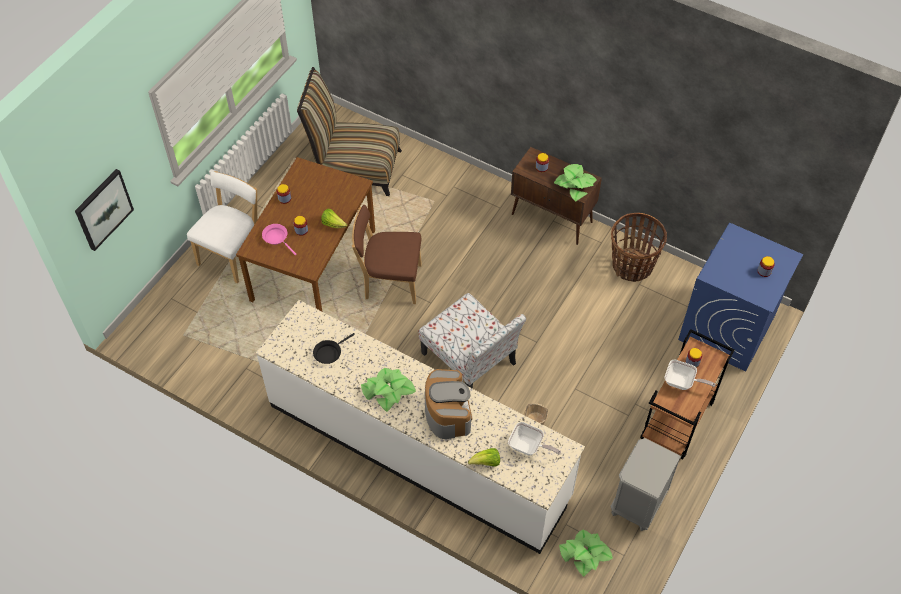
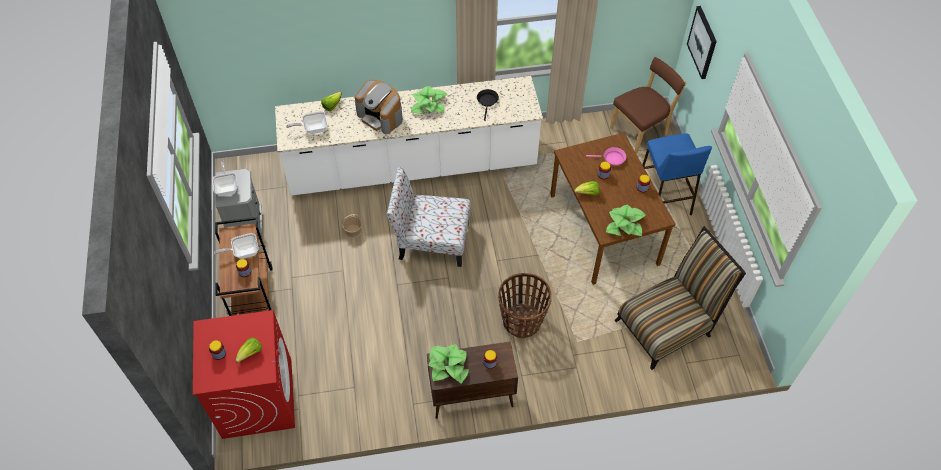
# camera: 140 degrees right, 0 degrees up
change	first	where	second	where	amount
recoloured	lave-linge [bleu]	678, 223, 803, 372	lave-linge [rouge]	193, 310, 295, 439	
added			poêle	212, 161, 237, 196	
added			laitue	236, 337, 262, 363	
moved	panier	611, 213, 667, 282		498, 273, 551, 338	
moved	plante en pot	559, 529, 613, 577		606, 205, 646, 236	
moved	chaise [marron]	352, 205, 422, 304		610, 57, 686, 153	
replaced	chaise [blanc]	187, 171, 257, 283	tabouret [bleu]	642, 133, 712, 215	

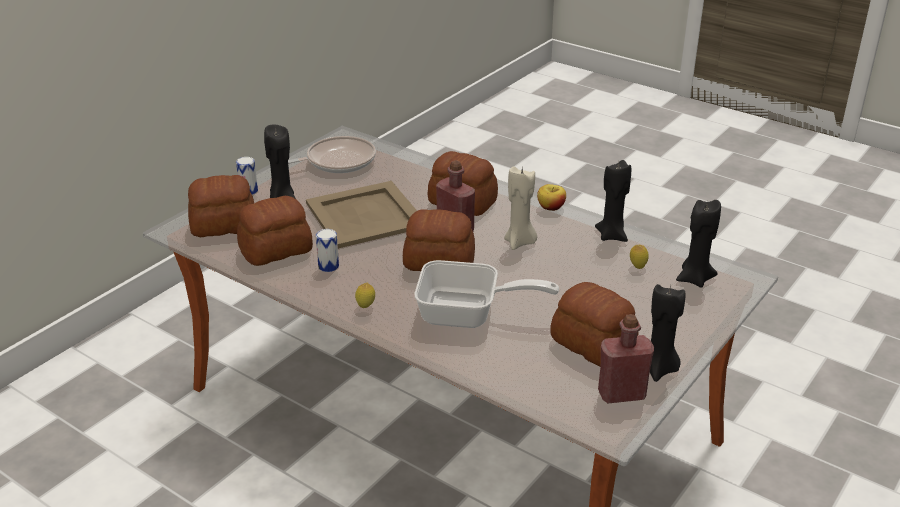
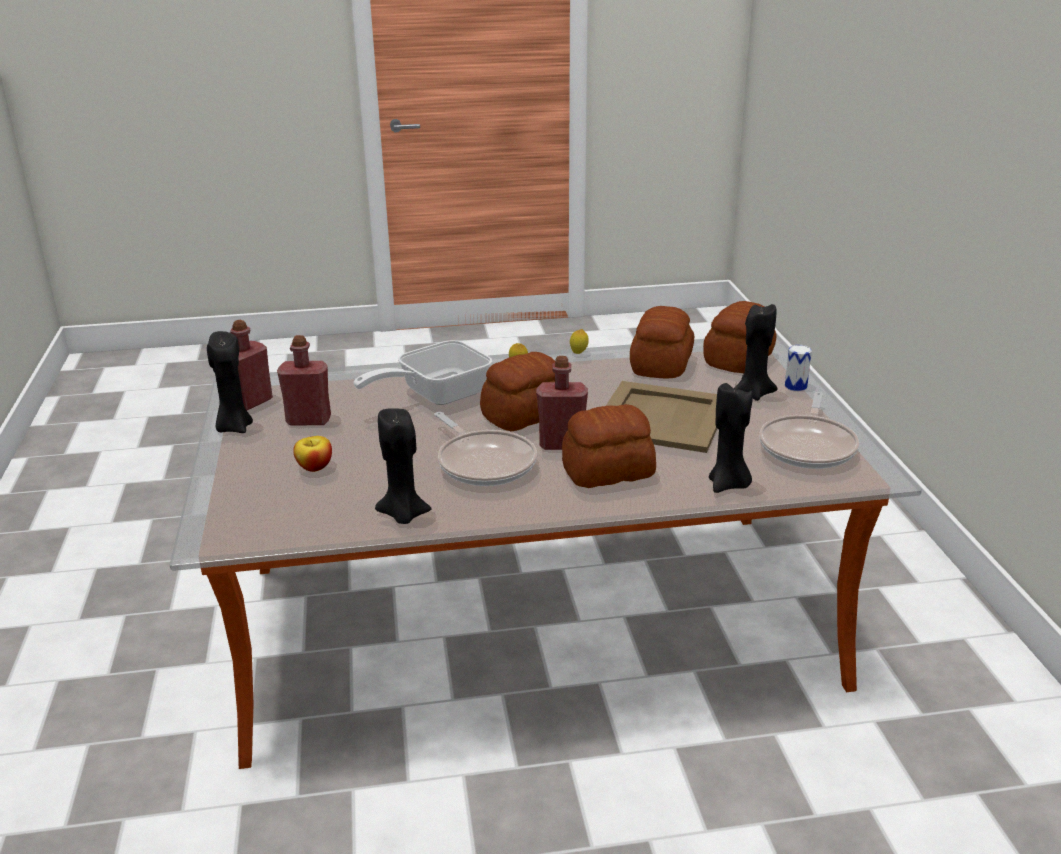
# camera: 135 degrees right, 5 degrees down
change	first	where	second	where	amount
replaced	pain	550, 282, 639, 366	bouteille [rouge]	277, 335, 331, 426	
moved	pomme	537, 184, 566, 211		293, 436, 332, 472	
replaced	bougie [beige]	504, 166, 537, 250	poêle	434, 412, 537, 486	
moved	citron	630, 245, 649, 269		570, 329, 589, 354	
moved	bougie [noir]	676, 200, 721, 288		709, 383, 753, 493	
removed	boîte métallique	316, 229, 339, 272			

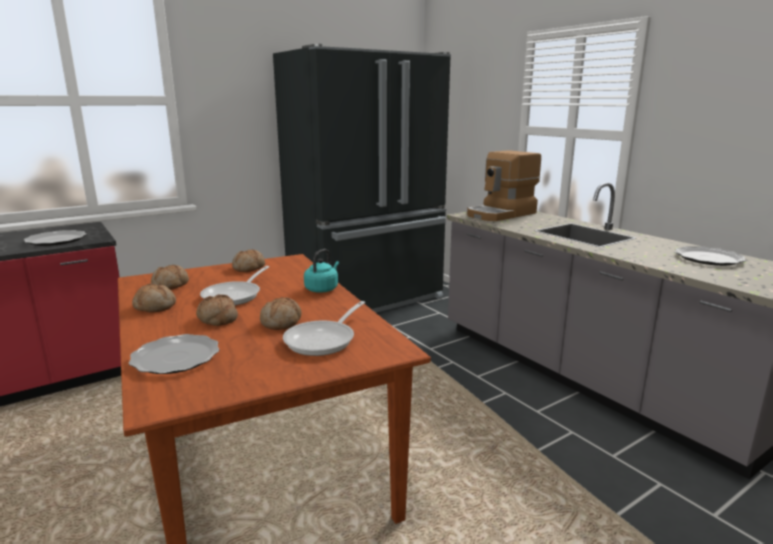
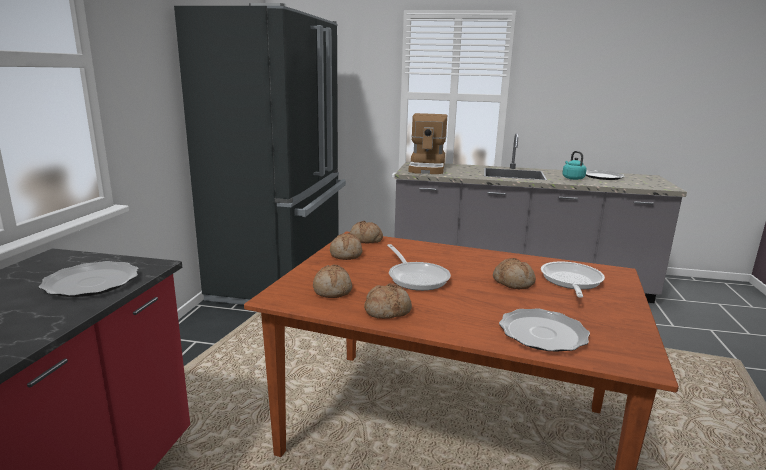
# camera: 45 degrees left, 0 degrees up
change	first	where	second	where	amount
moved	pain	196, 295, 238, 326		350, 221, 383, 243	
turned	poêle	283, 301, 365, 356		541, 261, 605, 298	150 degrees counterclockwise
moved	bouilloire [turquoise]	304, 249, 339, 293		562, 151, 587, 180	

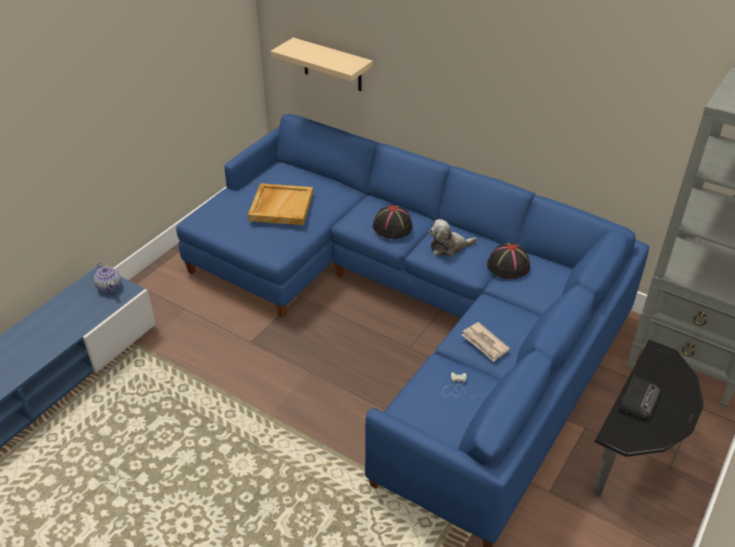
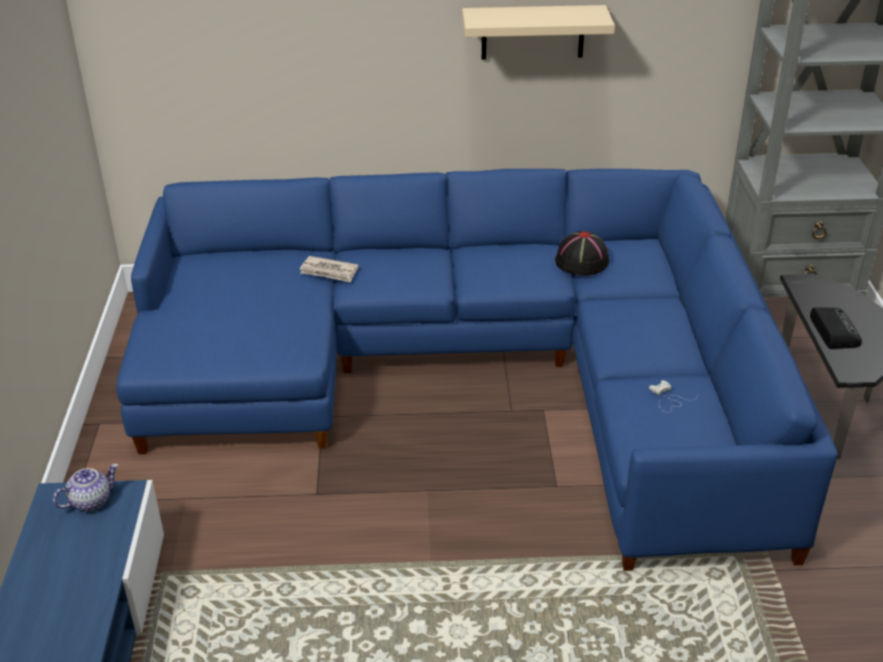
# camera: 35 degrees left, 5 degrees down
change	first	where	second	where	amount
turned	théière	94, 263, 121, 293		53, 464, 119, 512	60 degrees counterclockwise
moved	journal	462, 322, 510, 362		300, 256, 358, 283	
moved	étagère [beige]	270, 38, 373, 91		462, 5, 615, 60	
removed	plateau [beige]	248, 183, 313, 225			
removed	chapeau [noir]	372, 205, 412, 239			
removed	peluche	429, 219, 477, 257			

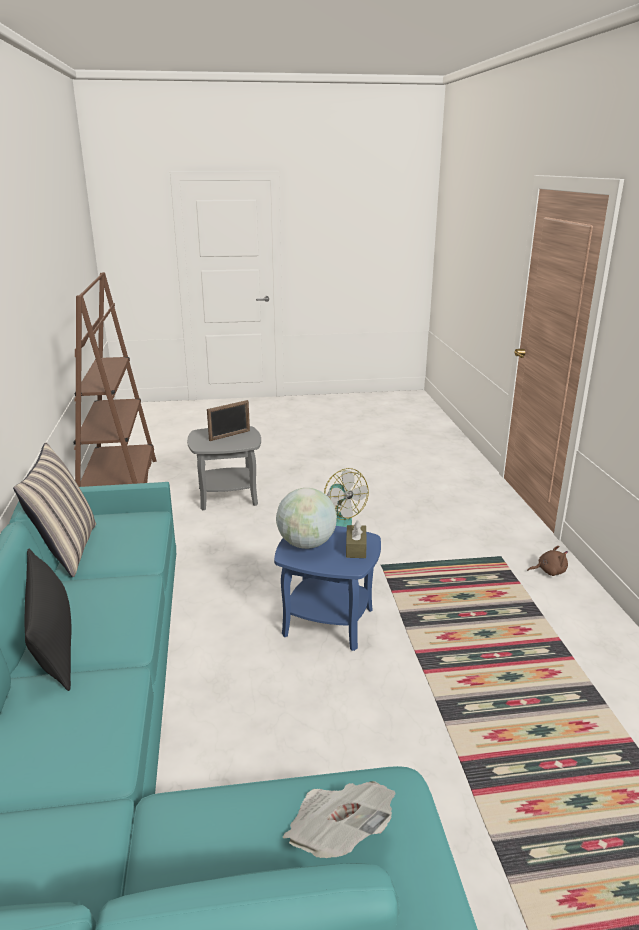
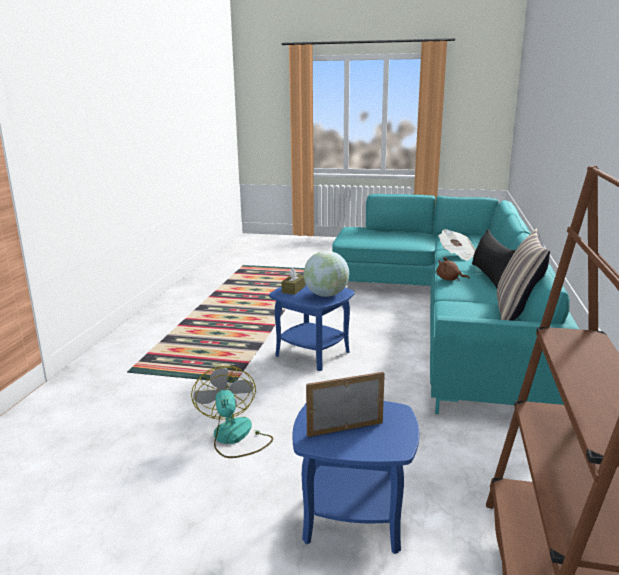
# camera: 160 degrees left, 5 degrees down
change	first	where	second	where	amount
recoloured	table d'appoint [gris]	187, 426, 261, 510	table d'appoint [bleu]	293, 401, 419, 554	
moved	peluche [marron]	527, 546, 568, 576		436, 257, 470, 281	
moved	journal	282, 781, 396, 858		438, 229, 476, 260	

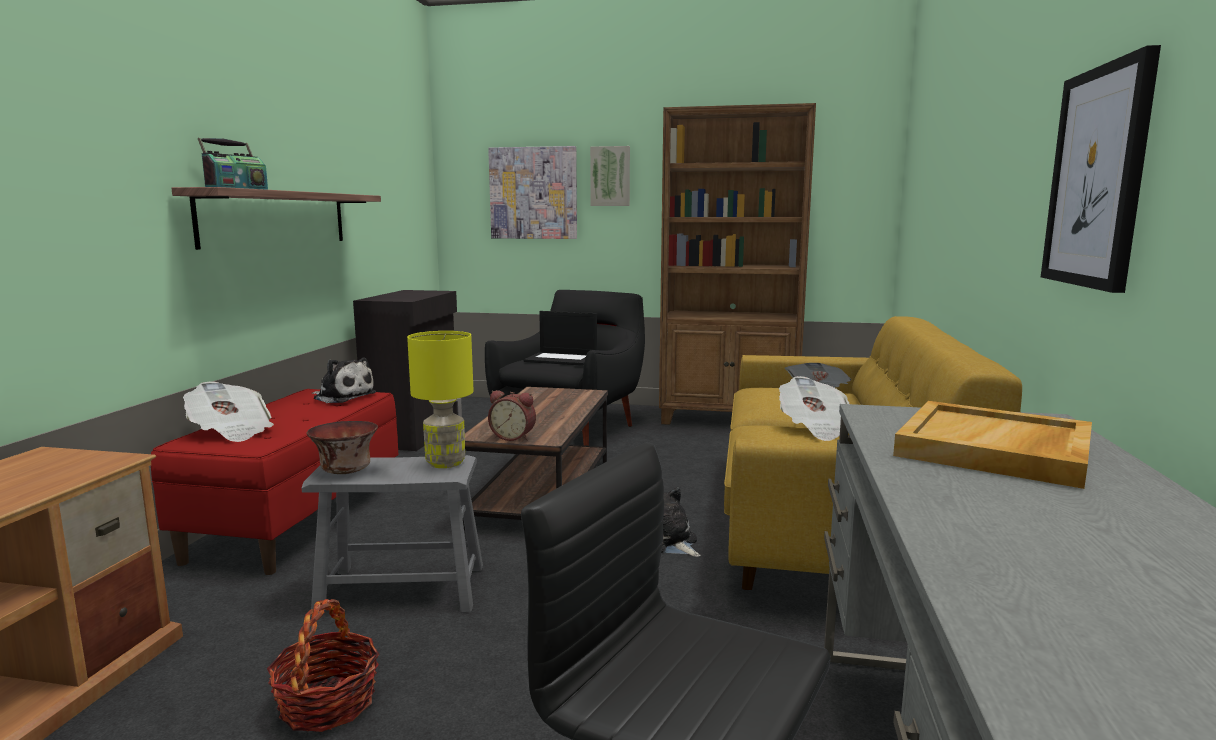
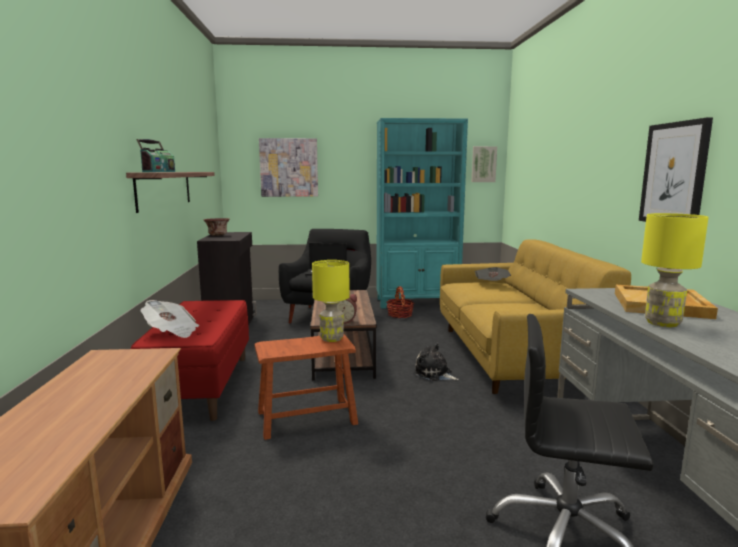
# camera: 15 degrees left, 0 degrees up
change	first	where	second	where	amount
moved	bol	306, 421, 378, 474		204, 218, 230, 236	
recoloured	tabouret [gris]	301, 455, 483, 616	tabouret [marron]	254, 334, 358, 440	
recoloured	bibliothèque [marron]	659, 103, 816, 425	bibliothèque [turquoise]	376, 118, 468, 309	
moved	panier	267, 599, 379, 732		386, 286, 414, 318	
moved	tableau	590, 146, 630, 206		472, 146, 497, 182	
added			lampe de table [jaune]	641, 213, 709, 327	
removed	peluche	312, 358, 376, 403			
removed	journal	779, 376, 849, 441			

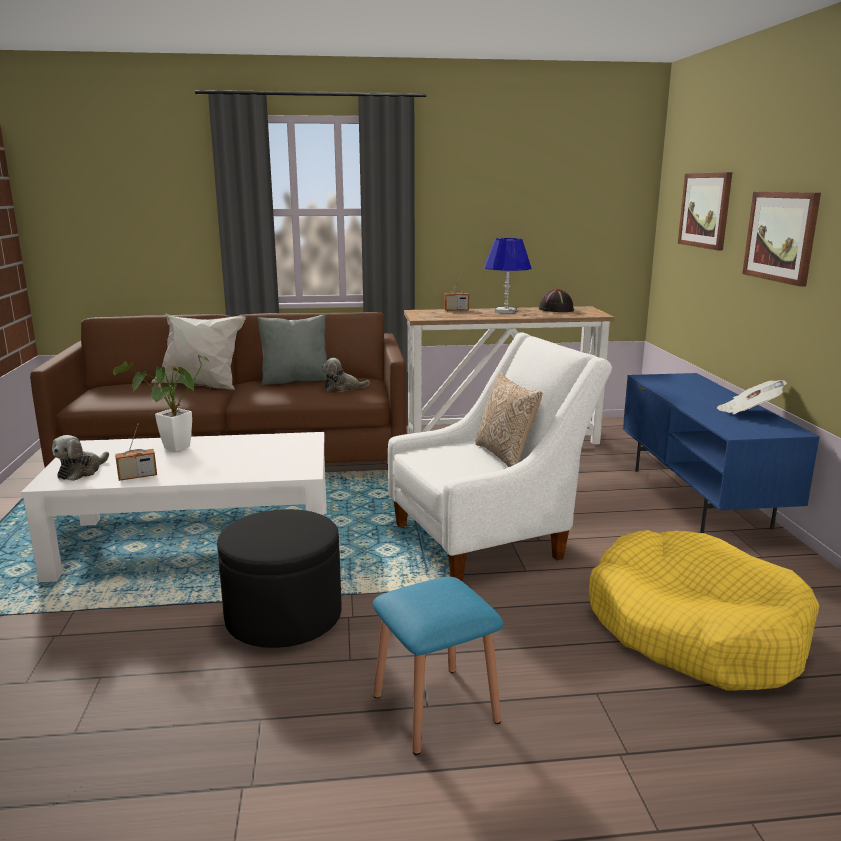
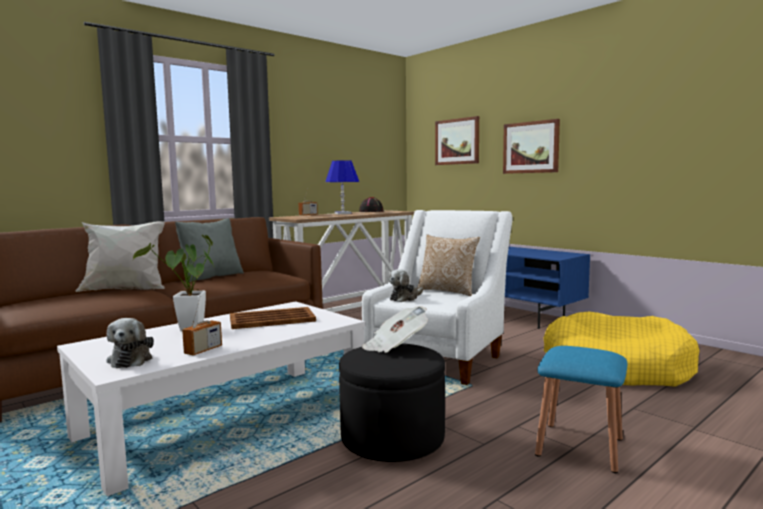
# camera: 35 degrees left, 10 degrees down
change	first	where	second	where	amount
added			plateau [marron]	230, 307, 316, 329	
moved	journal	717, 380, 787, 414		362, 306, 428, 353	
moved	peluche	321, 358, 370, 392		388, 269, 423, 302	

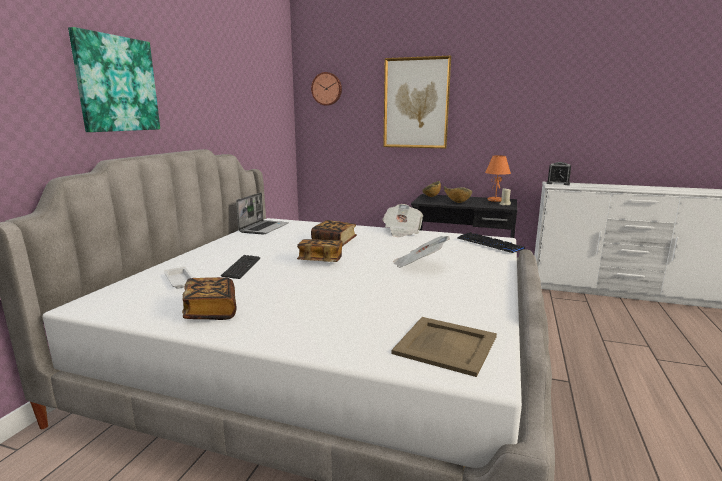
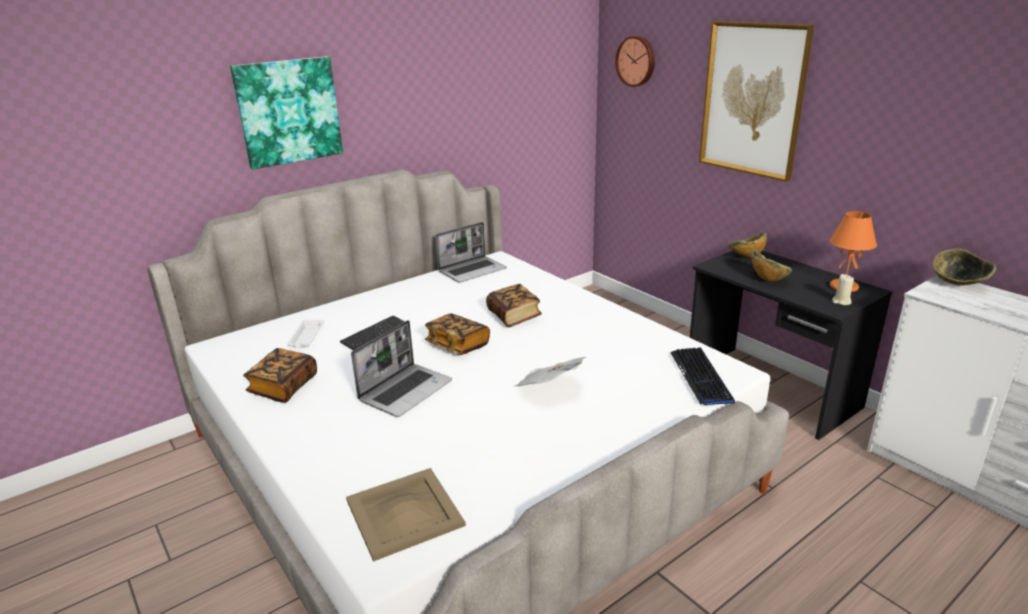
# camera: 35 degrees right, 10 degrees up
change	first	where	second	where	amount
added			ordinateur portable	351, 320, 452, 417	
replaced	réveil	546, 162, 571, 185	bol	932, 248, 996, 286	
removed	journal	382, 204, 423, 237			

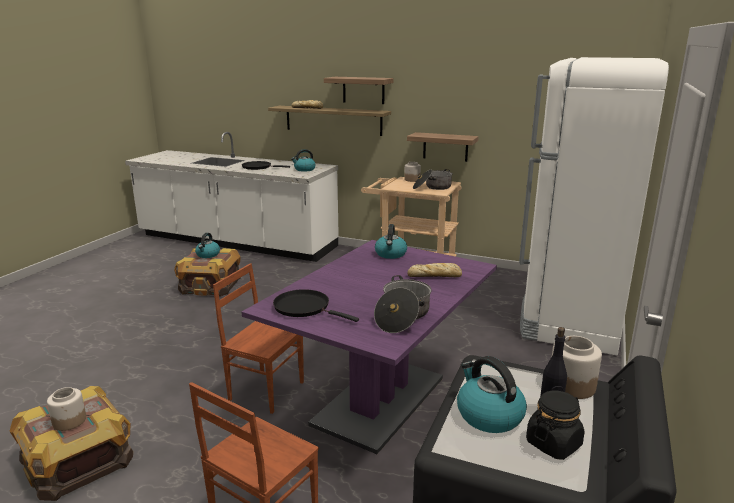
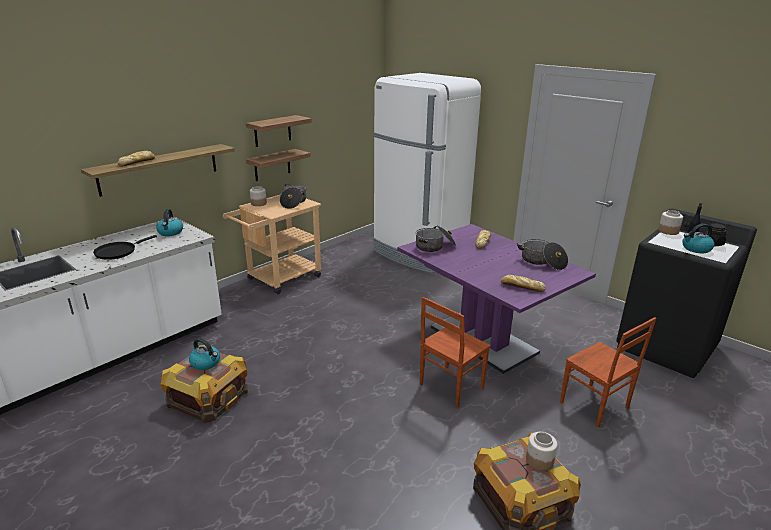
# camera: 70 degrees left, 5 degrees up
change	first	where	second	where	amount
moved	étagère	324, 77, 394, 104		246, 115, 312, 147	
replaced	bouilloire	375, 224, 407, 259	marmite	415, 225, 456, 252	
replaced	poêle [noir]	273, 289, 359, 322	pain	501, 275, 546, 292	

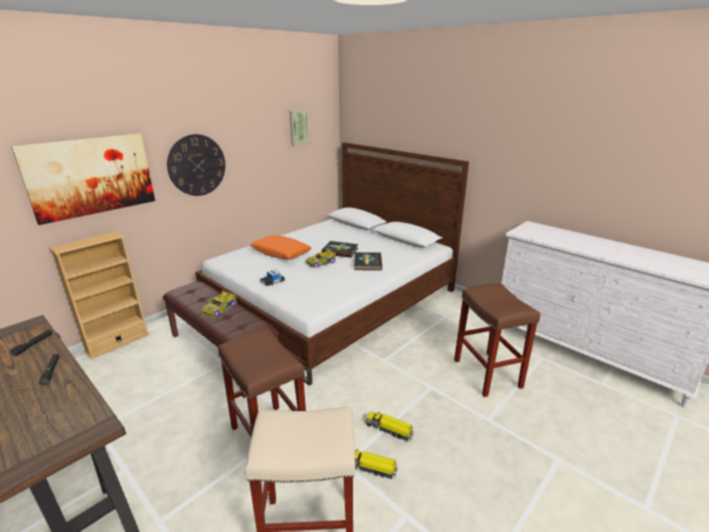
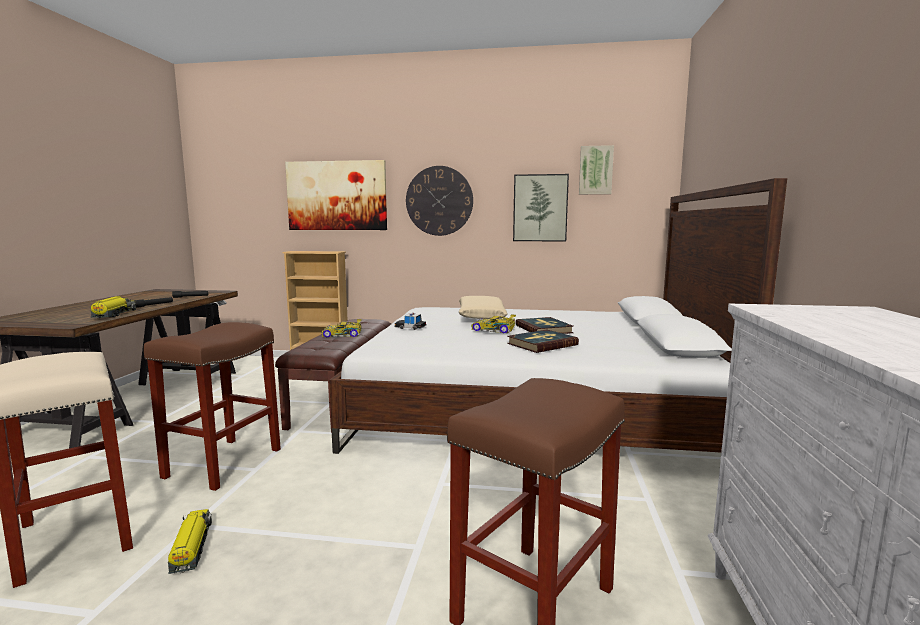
# camera: 55 degrees right, 15 degrees down
change	first	where	second	where	amount
moved	camion jouet	366, 412, 414, 441		91, 296, 136, 318	
recoloured	coussin [orange]	250, 235, 312, 259	coussin [beige]	459, 296, 507, 319	
added			tableau	513, 174, 569, 242	

